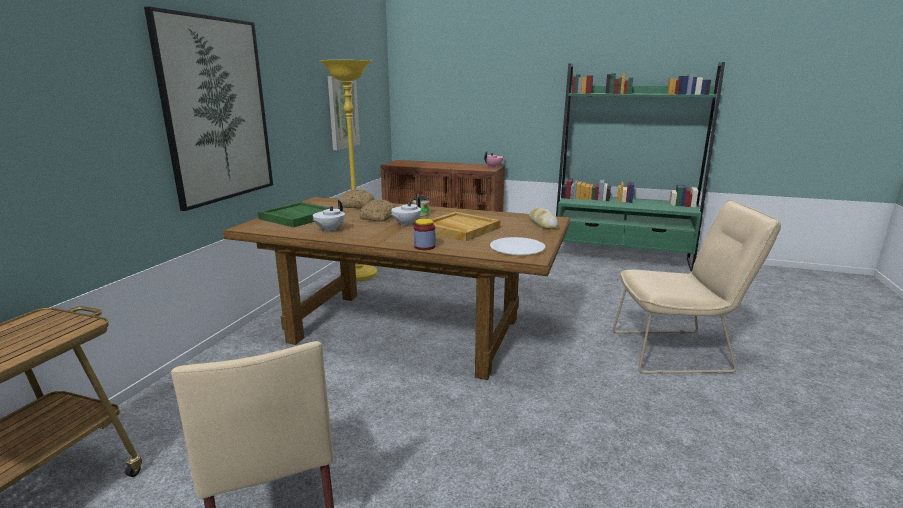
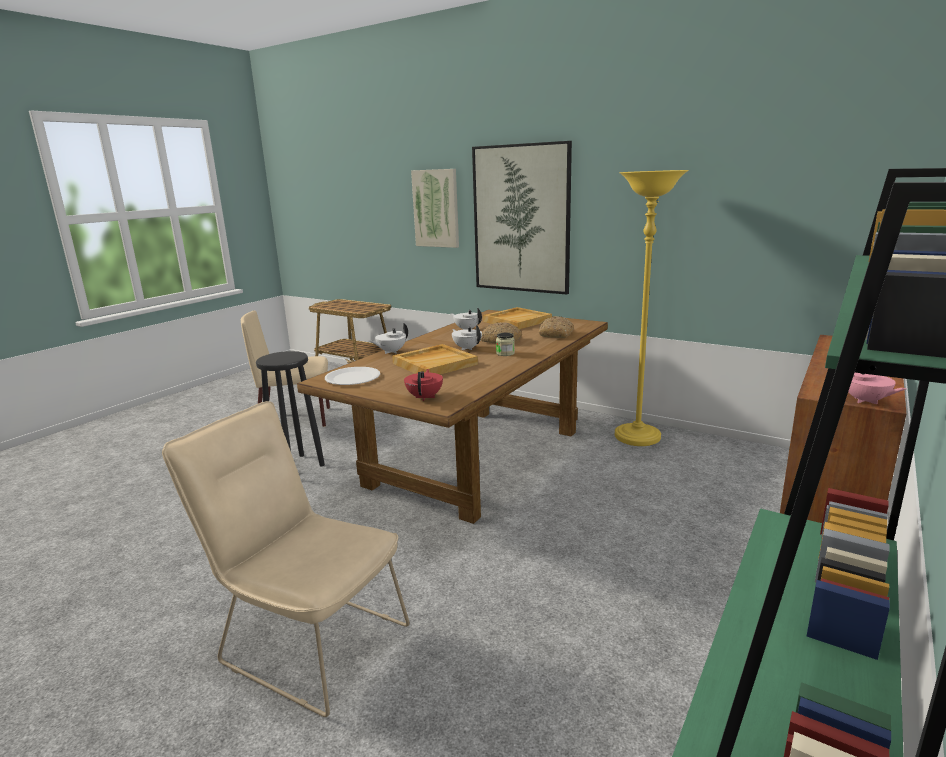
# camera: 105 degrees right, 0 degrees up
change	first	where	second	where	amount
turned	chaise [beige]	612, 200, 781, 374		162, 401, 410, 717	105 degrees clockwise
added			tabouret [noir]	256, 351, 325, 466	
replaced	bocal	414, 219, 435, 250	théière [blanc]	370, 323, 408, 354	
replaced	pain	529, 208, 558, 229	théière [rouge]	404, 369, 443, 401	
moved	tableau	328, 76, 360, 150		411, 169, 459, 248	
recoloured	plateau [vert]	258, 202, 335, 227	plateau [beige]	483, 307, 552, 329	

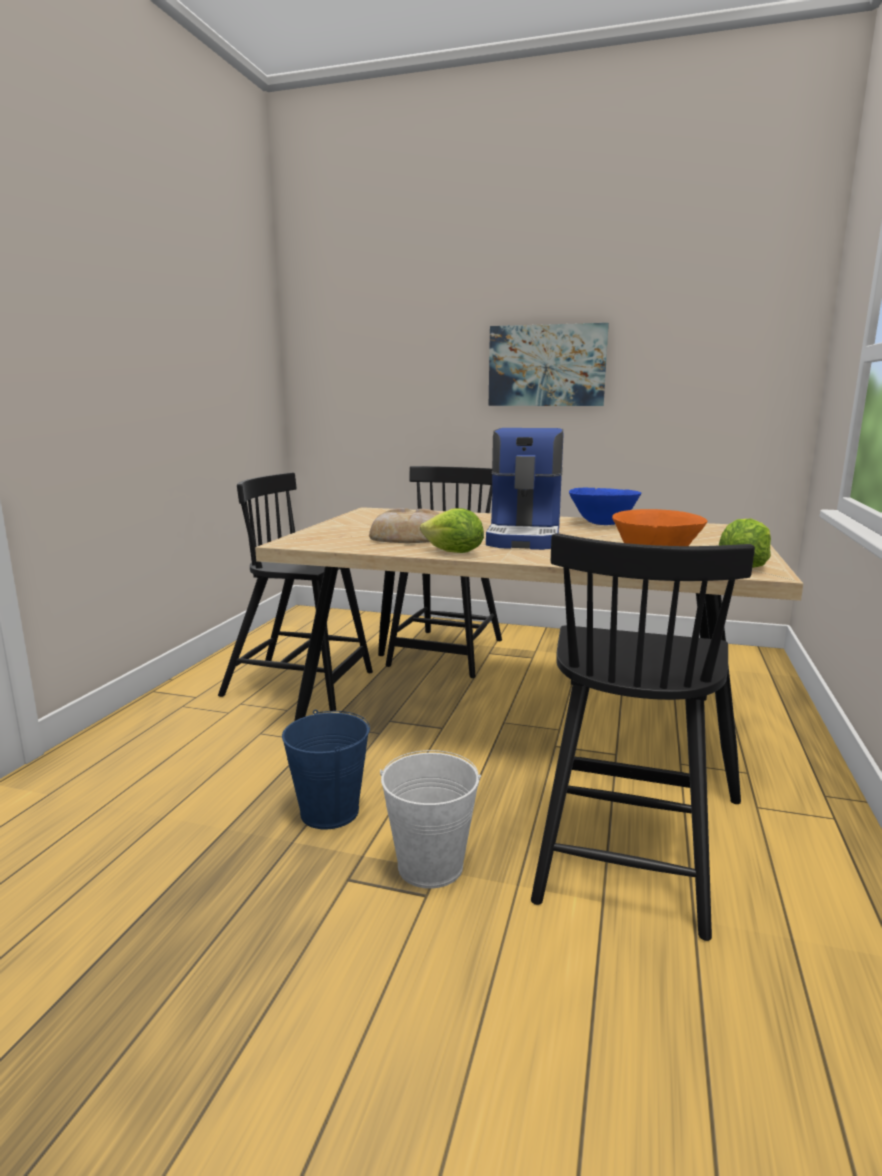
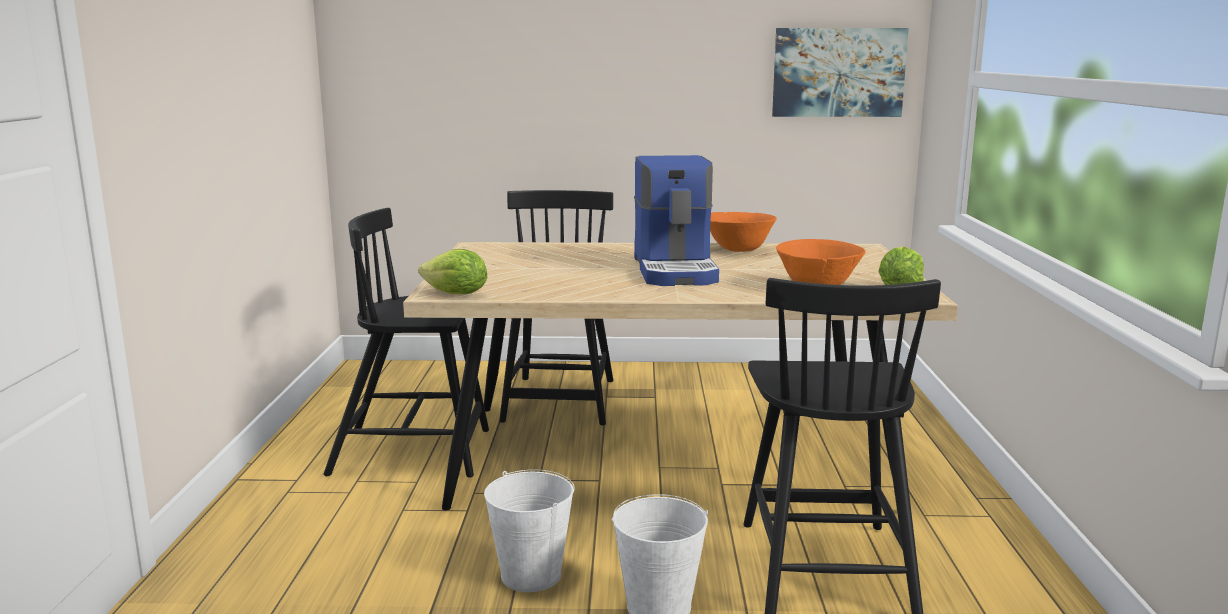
# camera: 15 degrees left, 0 degrees up
change	first	where	second	where	amount
moved	laitue	420, 508, 484, 553		418, 249, 487, 294	
recoloured	seau [bleu]	282, 710, 370, 829	seau [blanc]	484, 469, 575, 592	
recoloured	bol [bleu]	569, 488, 641, 525	bol [orange]	710, 212, 777, 252	
moved	tableau	489, 323, 609, 406		772, 28, 909, 117	
removed	pain	369, 508, 439, 543			

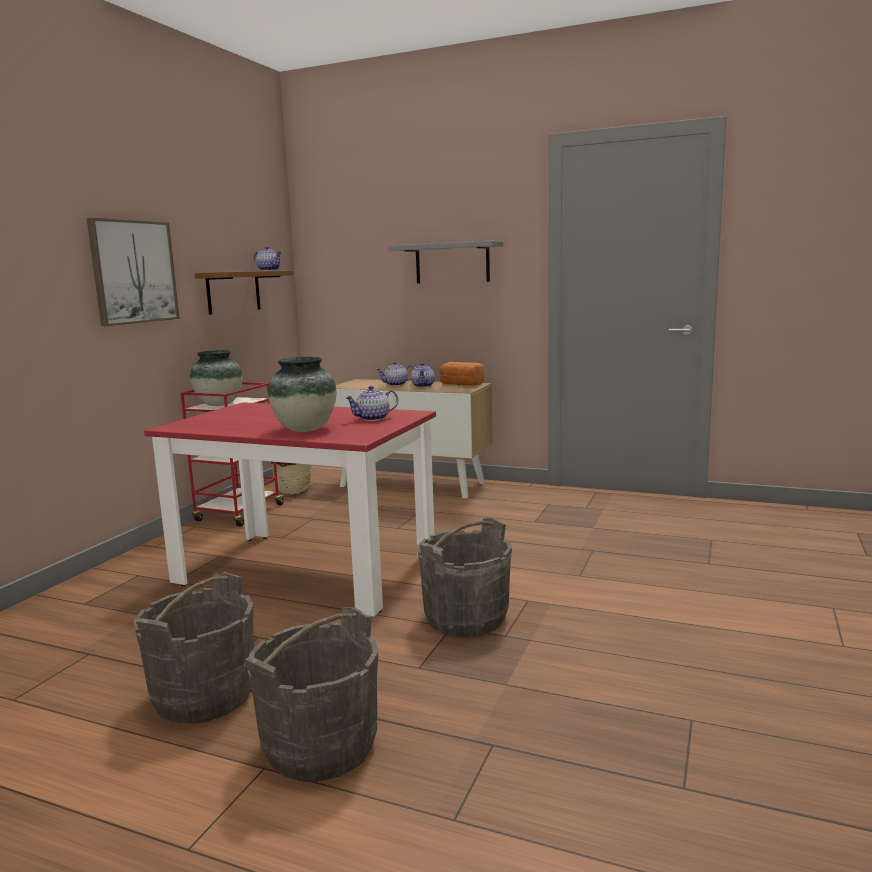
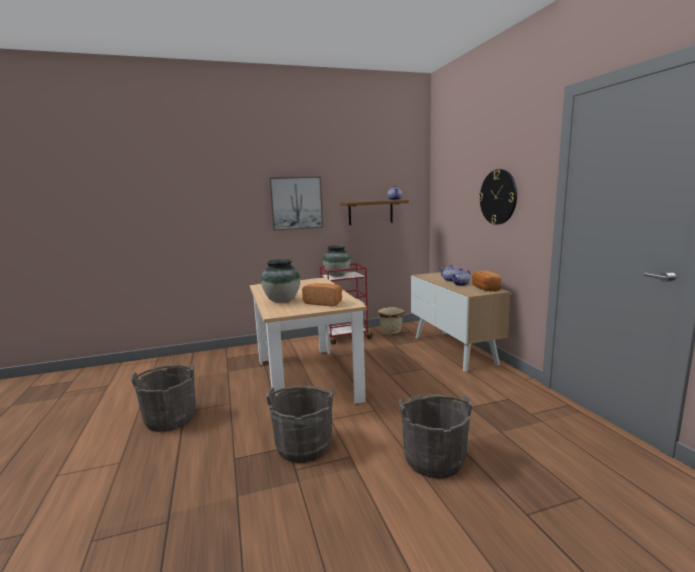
# camera: 50 degrees right, 0 degrees up
change	first	where	second	where	amount
recoloured	table à manger [rouge]	144, 402, 436, 616	table à manger [beige]	250, 277, 367, 405	
replaced	théière	345, 386, 398, 421	pain	302, 283, 342, 306	
moved	seau [gris]	245, 607, 378, 782		399, 394, 472, 478	
replaced	étagère [gris]	388, 241, 503, 284	horloge murale	479, 169, 517, 225	

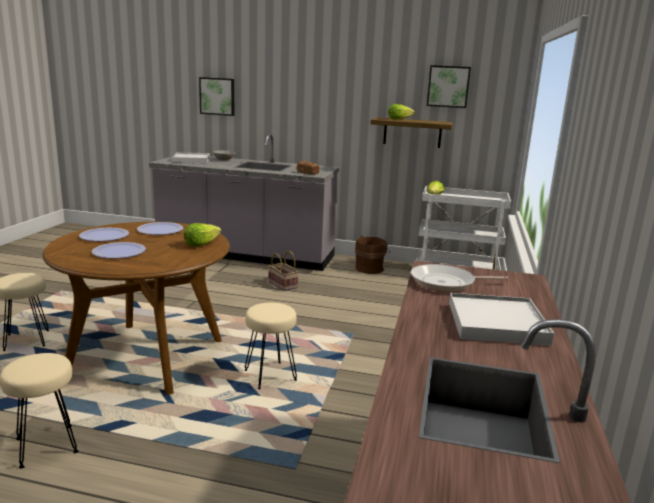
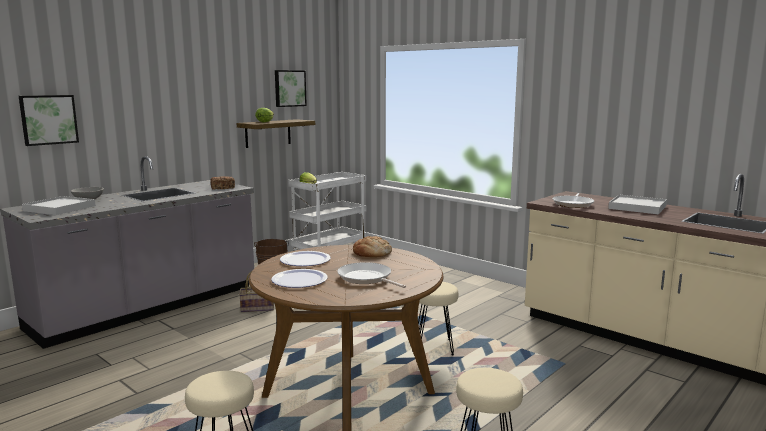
# camera: 60 degrees left, 5 degrees down
change	first	where	second	where	amount
replaced	assiette	92, 242, 146, 259	poêle	337, 262, 406, 288	
replaced	laitue	184, 223, 221, 247	pain	353, 236, 392, 257	

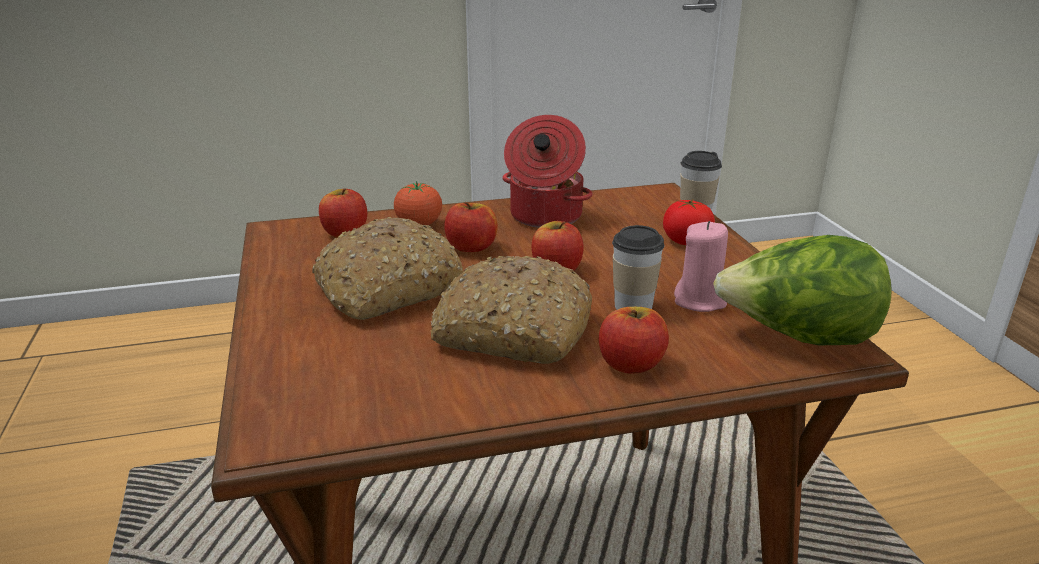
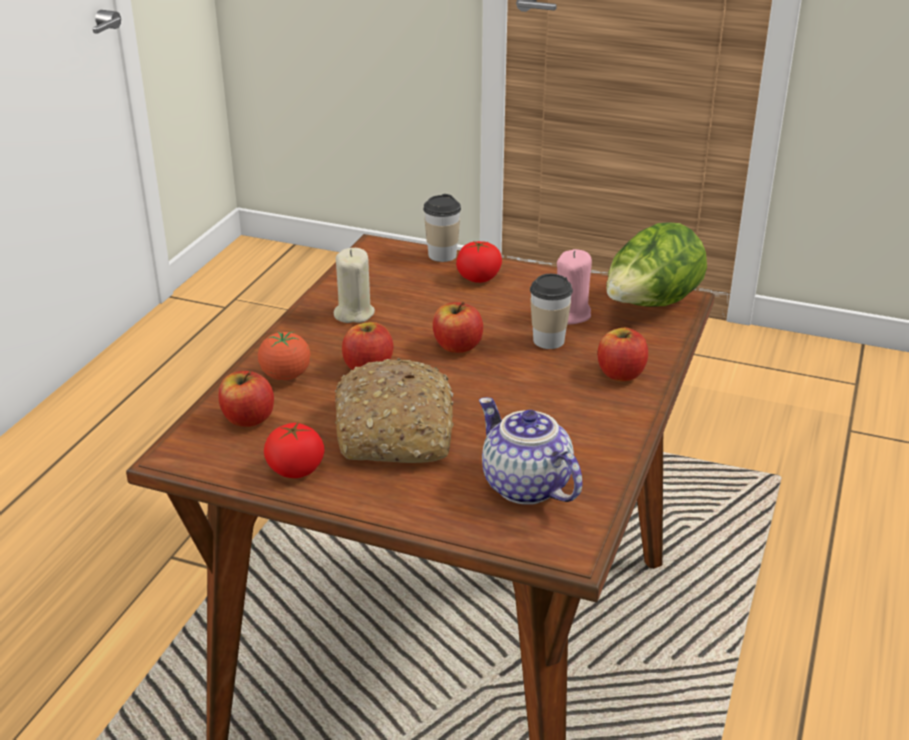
# camera: 55 degrees left, 5 degrees up
change	first	where	second	where	amount
added			tomate	264, 422, 325, 478	
replaced	marmite	503, 115, 592, 228	bougie [beige]	334, 248, 375, 323	
added			théière	479, 397, 582, 505	
removed	pain	430, 256, 593, 364			

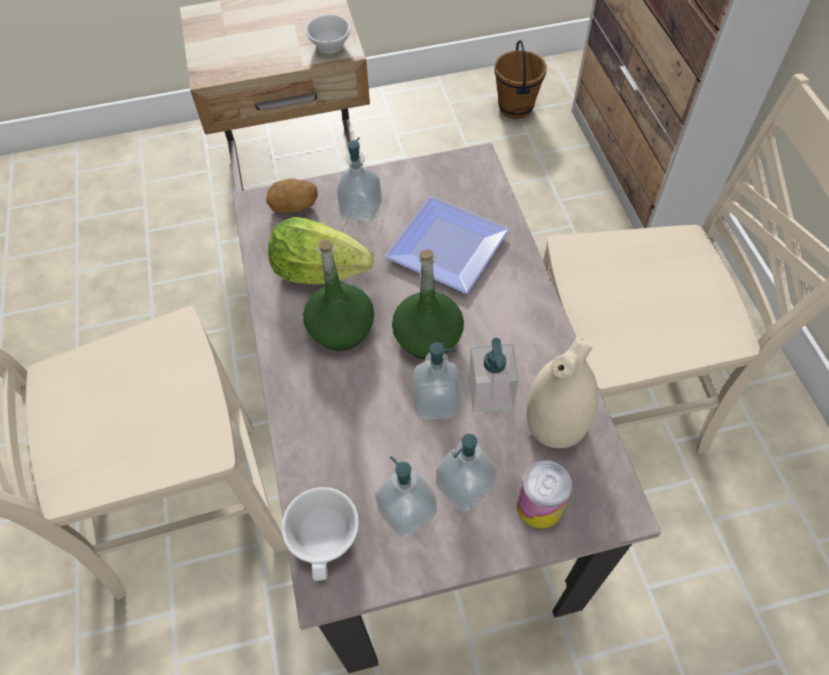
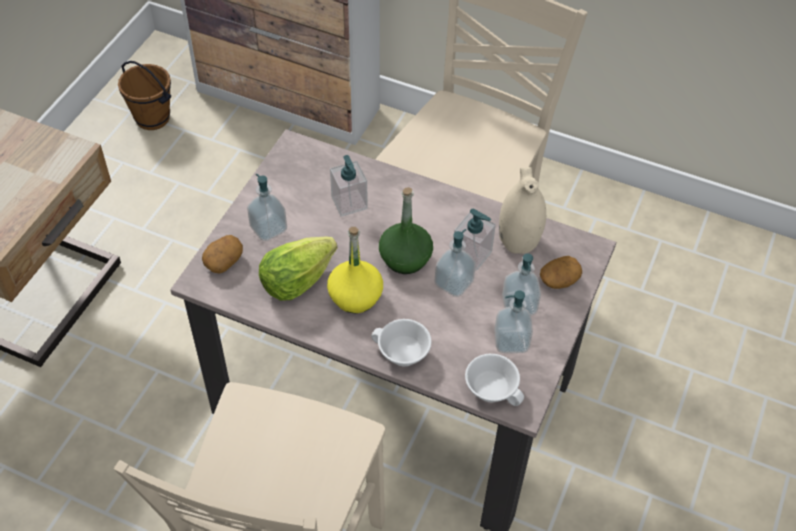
# camera: 55 degrees left, 5 degrees down
change	first	where	second	where	amount
recoloured	bouteille [vert]	303, 240, 374, 351	bouteille [jaune]	327, 227, 383, 313	
replaced	assiette	385, 196, 510, 294	distributeur de savon	330, 155, 368, 217	
moved	tasse [blanc]	305, 14, 351, 53		371, 319, 432, 366	
replaced	boîte métallique	517, 460, 573, 529	pomme de terre	540, 256, 582, 289	

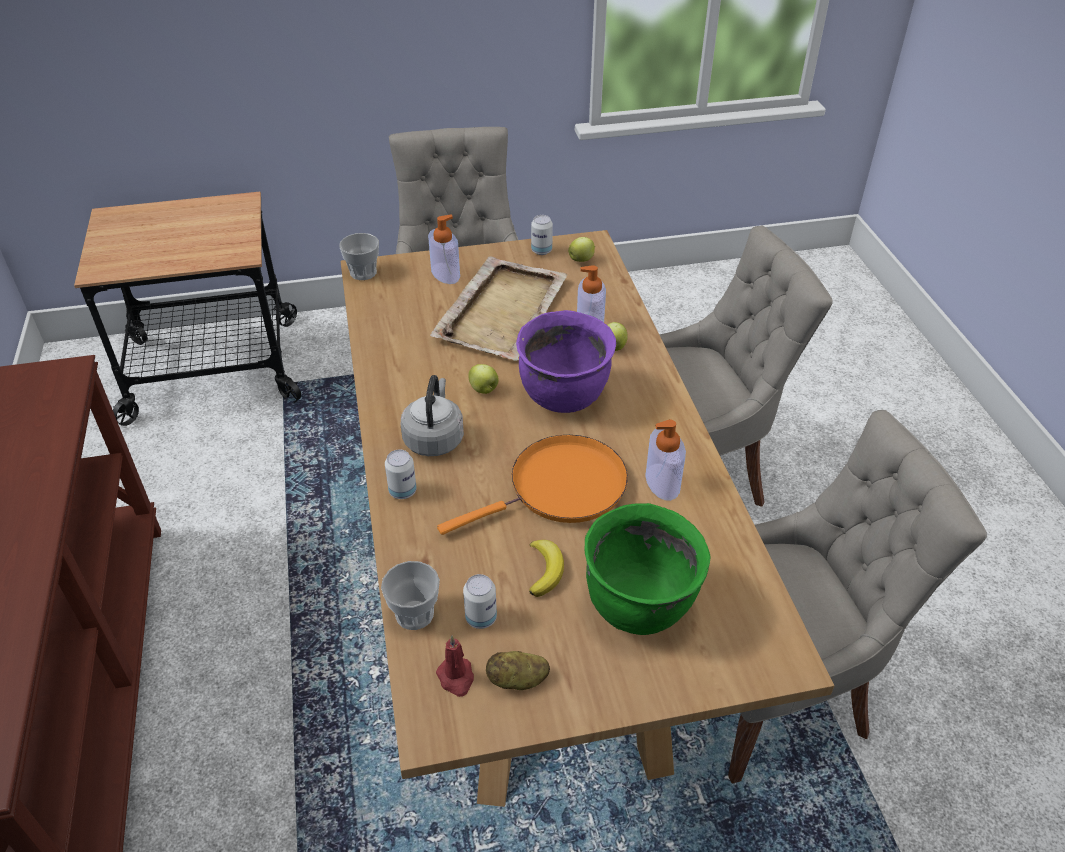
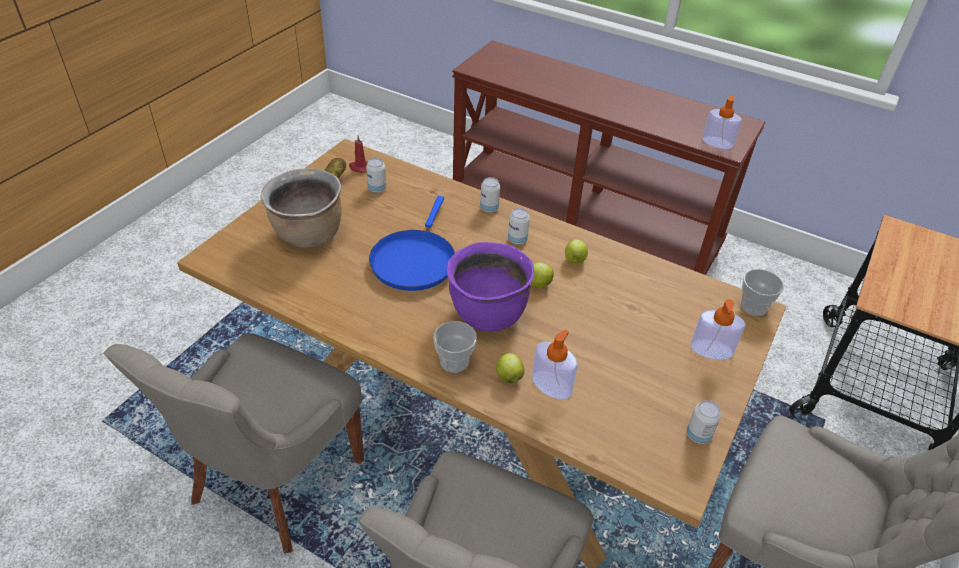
# camera: 130 degrees right, 0 degrees up
change	first	where	second	where	amount
recoloured	marmite [vert]	584, 503, 711, 635	marmite [marron]	261, 168, 342, 248	
recoloured	poêle [orange]	437, 435, 628, 535	poêle [bleu]	369, 196, 455, 291	
moved	tasse	381, 561, 440, 630		434, 321, 477, 373	
replaced	bouilloire [gris]	401, 375, 464, 456	boîte métallique	508, 208, 530, 244	
moved	pomme	568, 237, 595, 262		565, 239, 588, 264	
moved	distributeur de savon	645, 420, 686, 501		703, 95, 742, 149	
removed	plateau [beige]	430, 256, 568, 361			
removed	banane	529, 540, 564, 597			

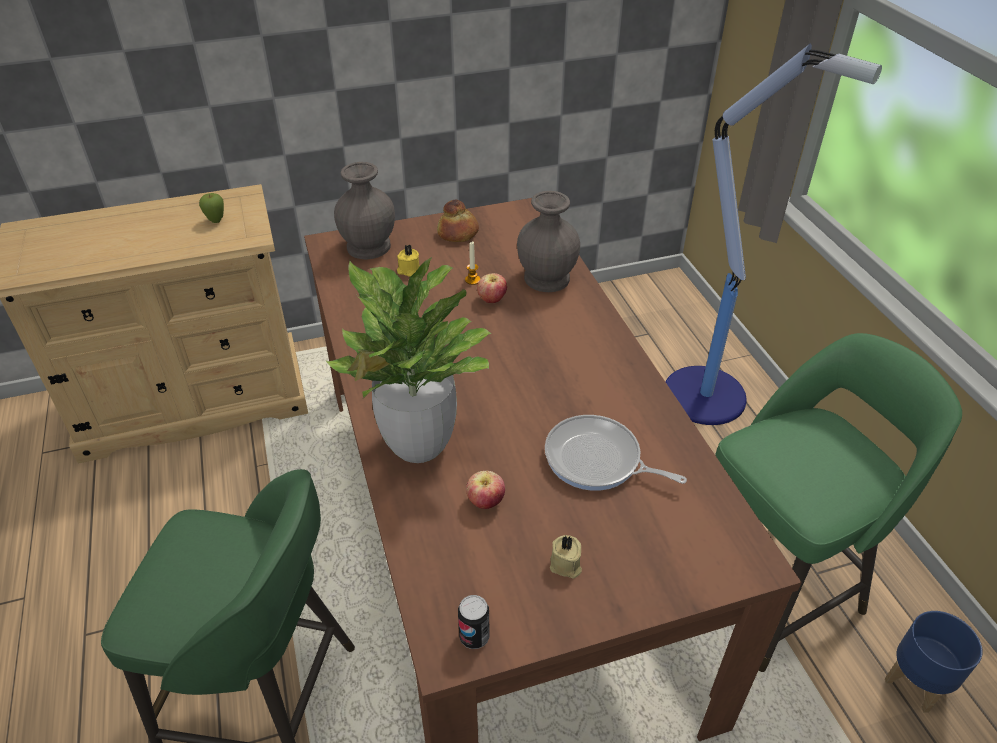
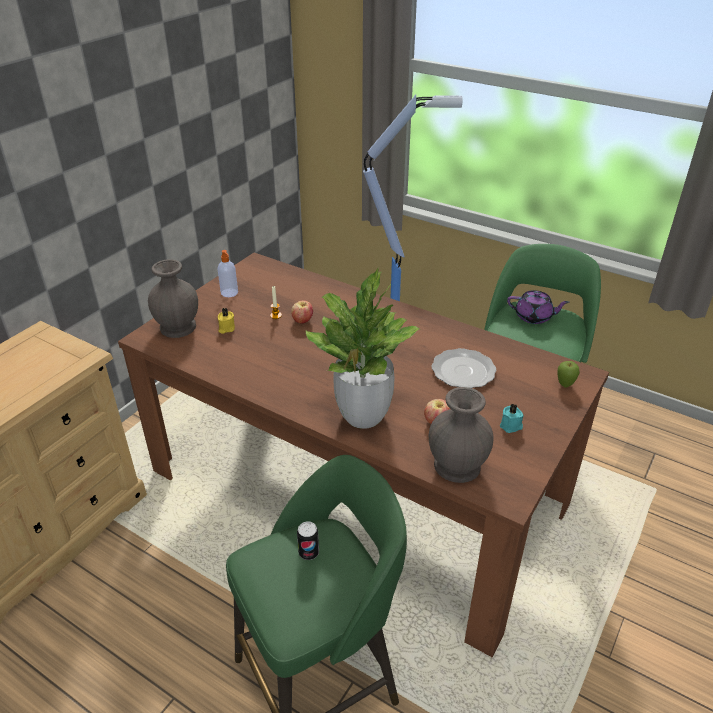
# camera: 40 degrees left, 5 degrees down
change	first	where	second	where	amount
replaced	pain	437, 200, 479, 242	distributeur de savon	217, 250, 238, 297	
moved	boîte métallique	458, 595, 490, 649		297, 522, 319, 560	
moved	vase [gris]	517, 191, 580, 292		429, 387, 494, 483	
replaced	poêle	545, 415, 687, 491	assiette	432, 348, 496, 388	
recoloured	bougie [beige]	550, 535, 582, 579	bougie [turquoise]	500, 404, 524, 433	
added			théière [violet]	507, 290, 570, 324	
moved	pomme	199, 193, 224, 223		557, 361, 580, 388	
removed	cache-pot [bleu]	885, 611, 983, 713			

